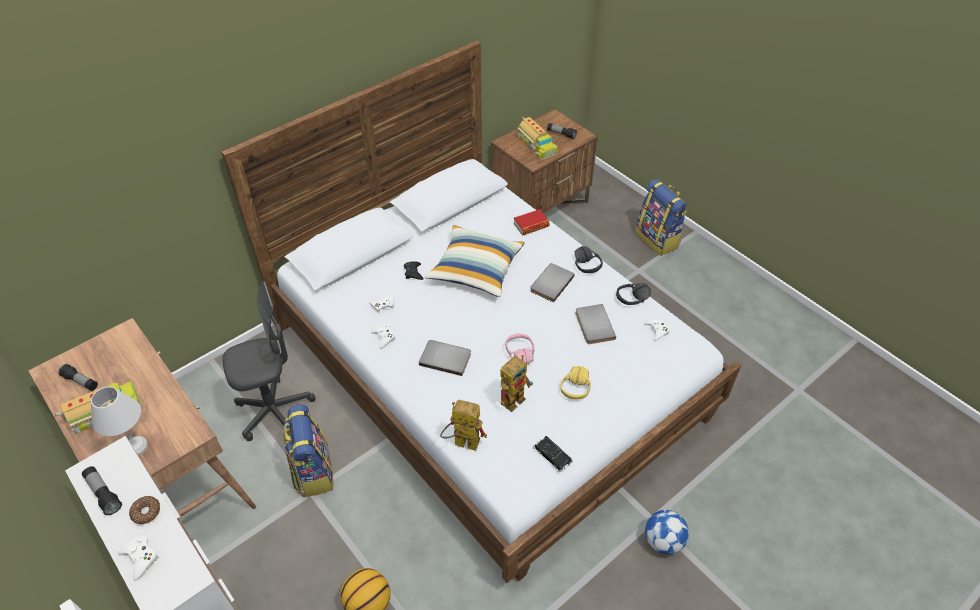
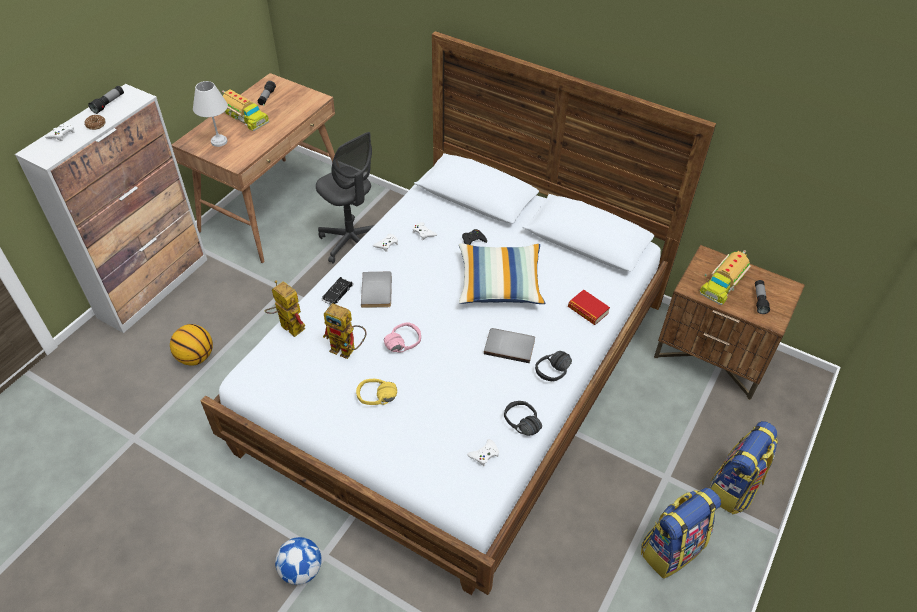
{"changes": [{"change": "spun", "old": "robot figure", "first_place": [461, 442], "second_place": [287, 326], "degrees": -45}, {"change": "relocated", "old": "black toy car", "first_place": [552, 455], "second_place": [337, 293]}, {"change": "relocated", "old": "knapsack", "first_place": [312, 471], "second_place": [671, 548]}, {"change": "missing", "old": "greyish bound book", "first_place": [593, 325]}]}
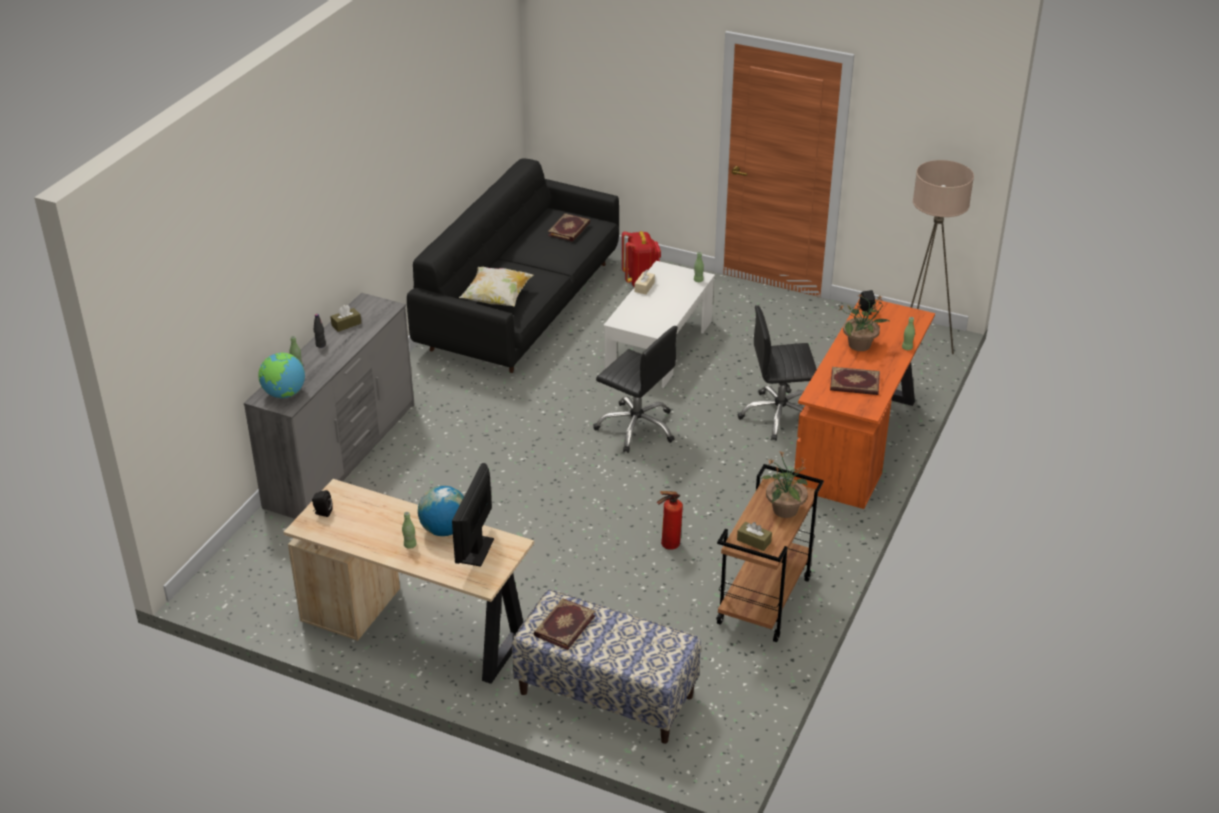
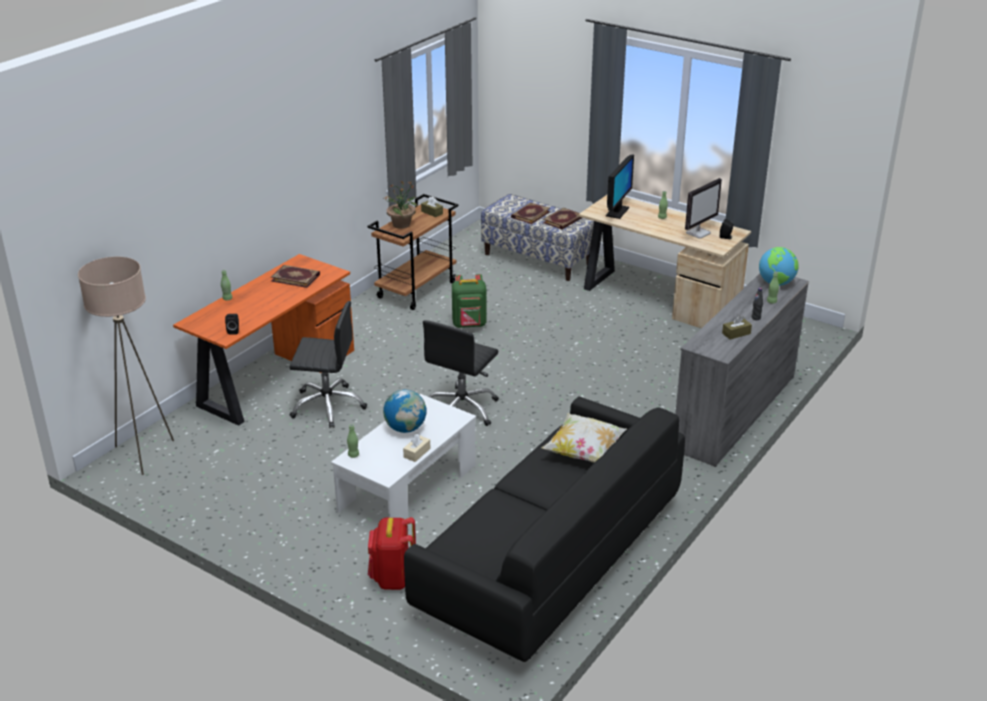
{"changes": [{"change": "relocated", "old": "globe", "first_place": [444, 529], "second_place": [405, 428]}, {"change": "spun", "old": "black office chair", "first_place": [637, 427], "second_place": [462, 409], "degrees": -105}, {"change": "exchanged", "old": "fire extinguisher", "new": "green-coloured knapsack", "first_place": [667, 545], "second_place": [469, 325]}, {"change": "relocated", "old": "bound book", "first_place": [569, 229], "second_place": [530, 214]}, {"change": "appeared", "new": "computer display", "second_place": [698, 233]}, {"change": "missing", "old": "potted plant", "first_place": [860, 345]}]}
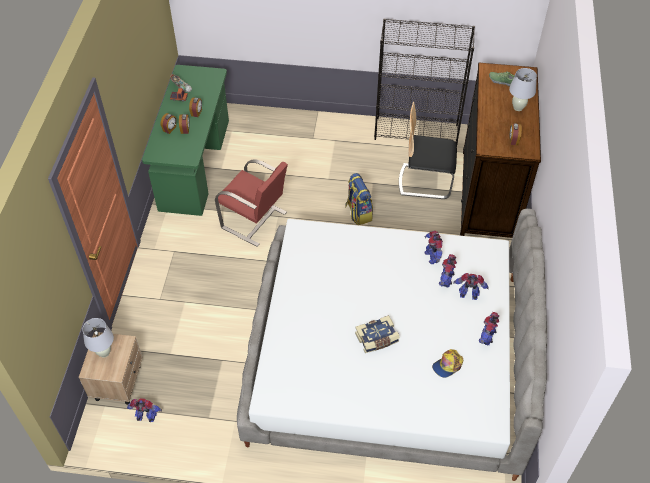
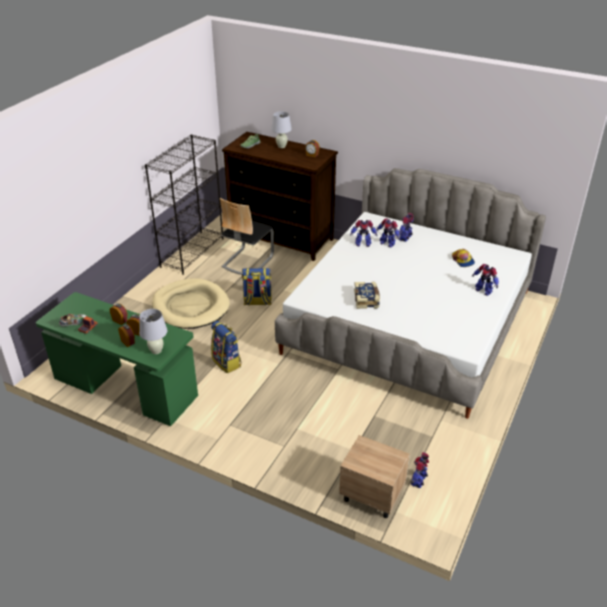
{"changes": [{"change": "relocated", "old": "white tabletop lamp", "first_place": [104, 353], "second_place": [156, 351]}, {"change": "appeared", "new": "beige-coloured dog bed", "second_place": [191, 307]}, {"change": "exchanged", "old": "reddish plain chair", "new": "knapsack", "first_place": [255, 221], "second_place": [227, 362]}, {"change": "relocated", "old": "bound book", "first_place": [377, 339], "second_place": [367, 300]}, {"change": "relocated", "old": "robot figure", "first_place": [487, 337], "second_place": [483, 290]}]}
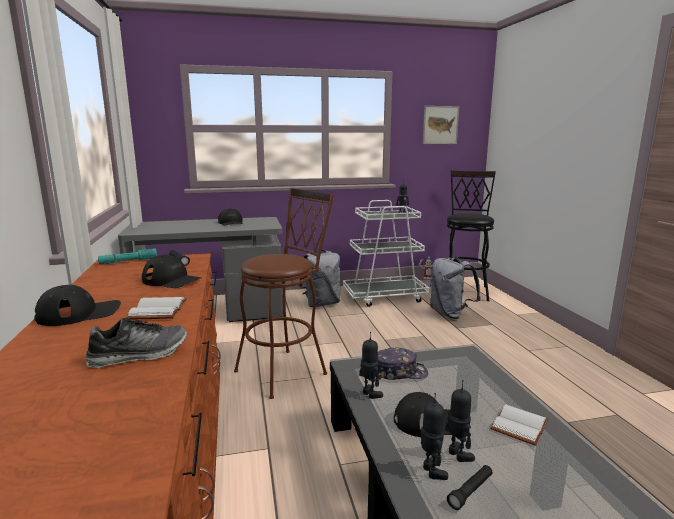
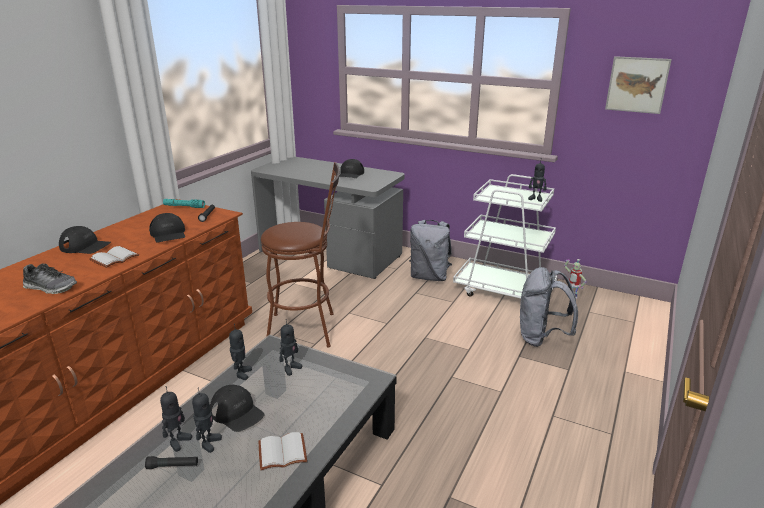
{"changes": [{"change": "exchanged", "old": "baseball cap", "new": "robot figure", "first_place": [400, 372], "second_place": [290, 368]}, {"change": "missing", "old": "black stool", "first_place": [464, 290]}]}
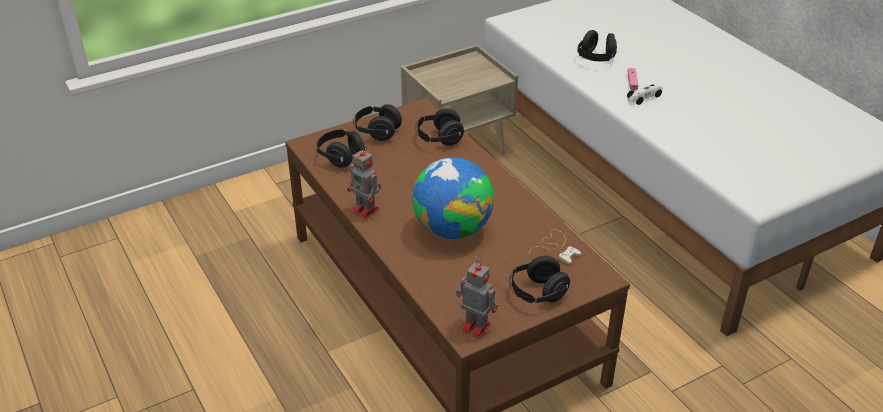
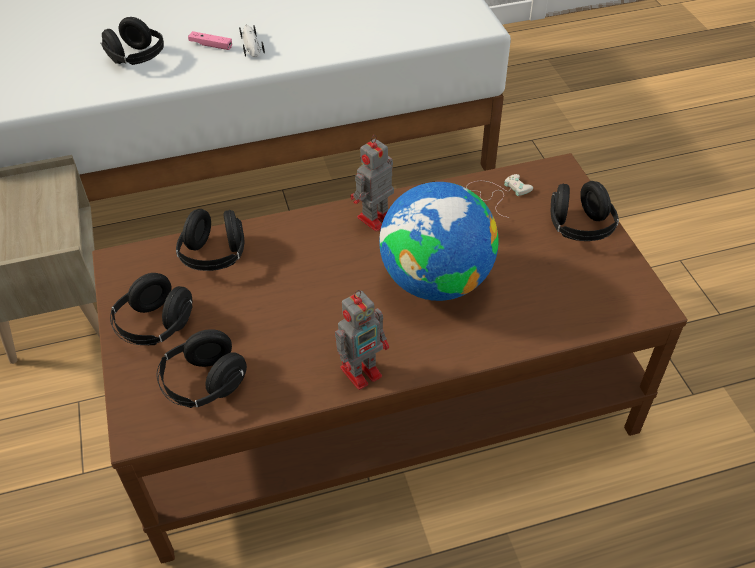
{"changes": [{"change": "relocated", "old": "robot figure", "first_place": [475, 326], "second_place": [374, 219]}]}
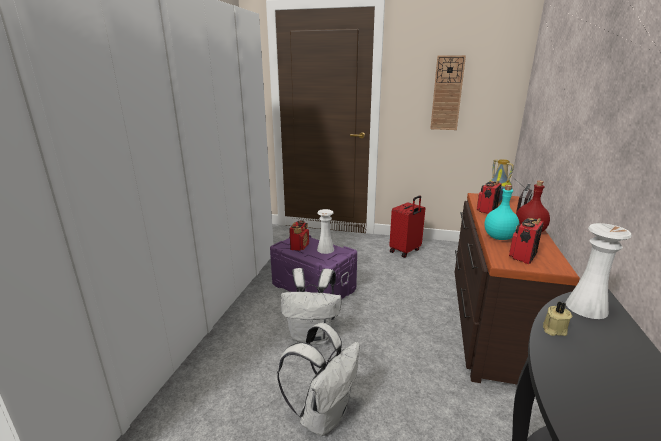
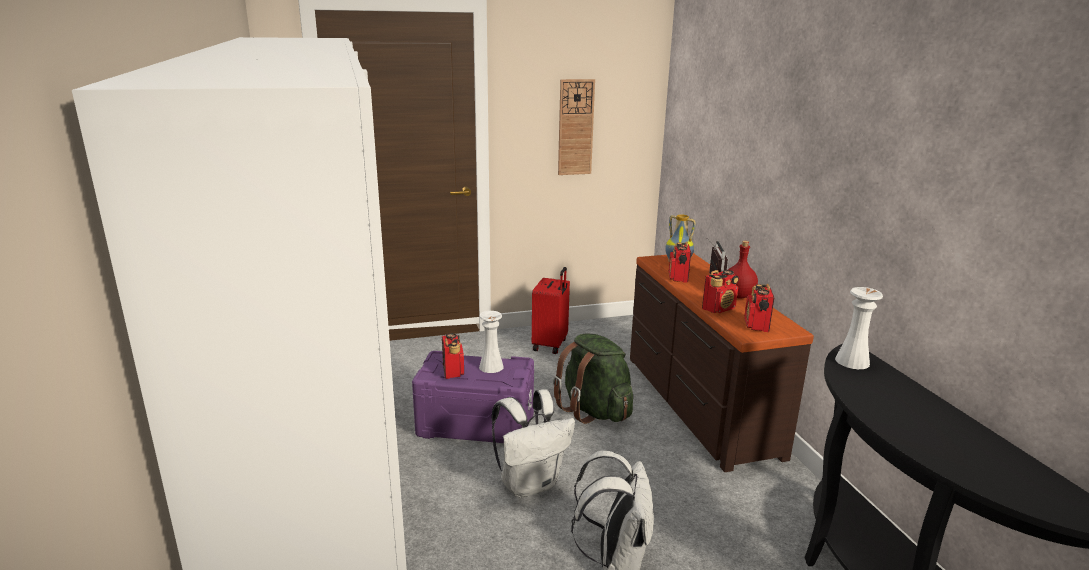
{"changes": [{"change": "appeared", "new": "green-coloured knapsack", "second_place": [594, 410]}, {"change": "exchanged", "old": "blue-green drink bottle", "new": "radio receiver", "first_place": [499, 237], "second_place": [719, 308]}, {"change": "missing", "old": "beige-coloured candle", "first_place": [553, 329]}]}
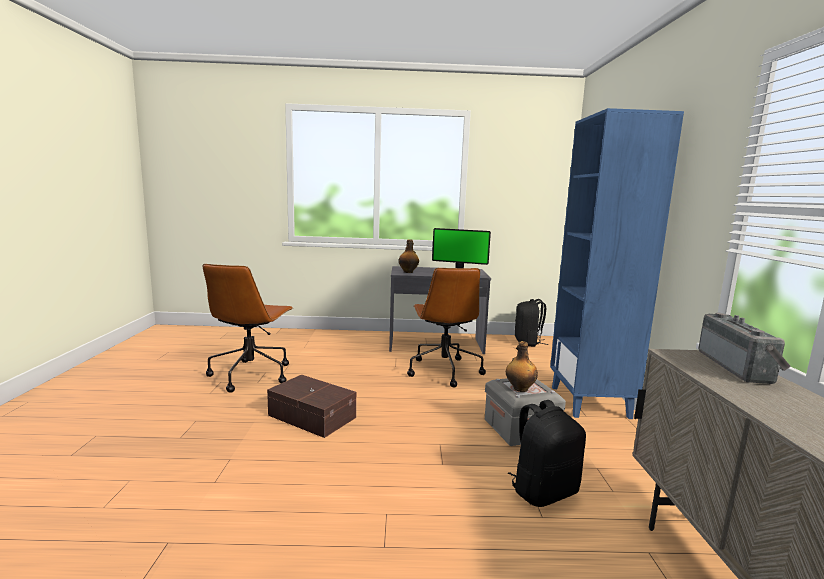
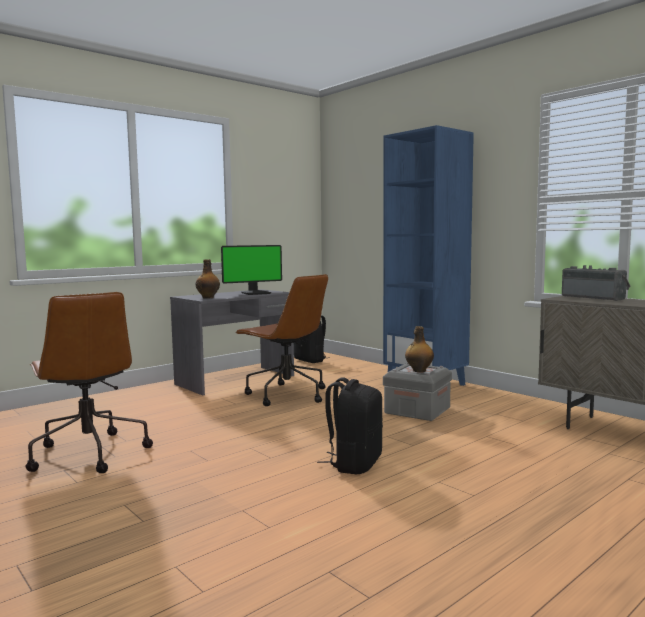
{"changes": [{"change": "relocated", "old": "black knapsack", "first_place": [543, 491], "second_place": [354, 464]}, {"change": "missing", "old": "brown storage box", "first_place": [312, 416]}]}
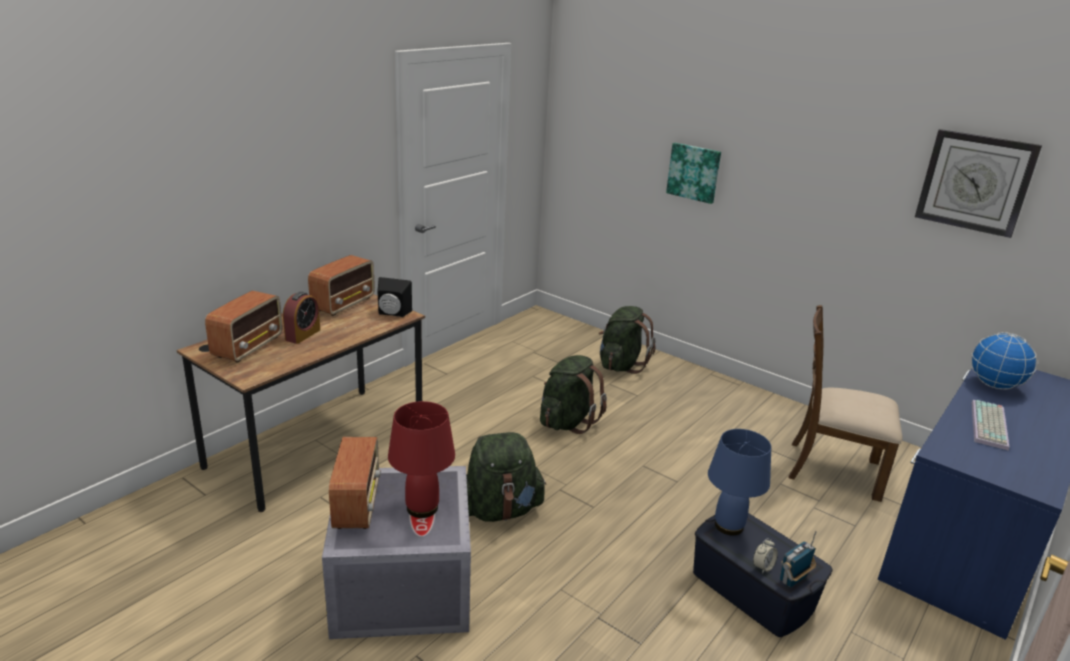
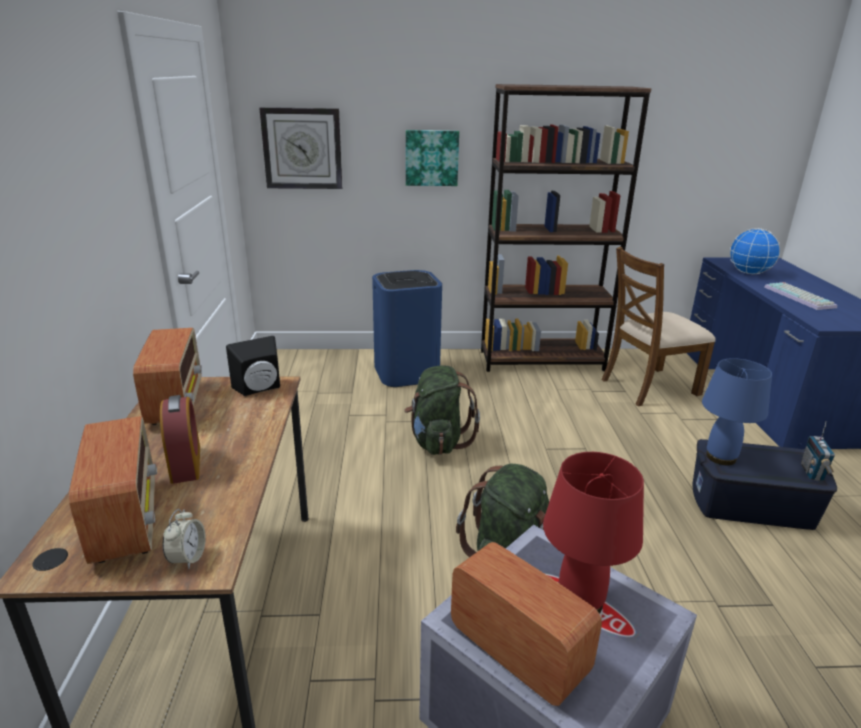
{"changes": [{"change": "relocated", "old": "alarm clock", "first_place": [762, 567], "second_place": [187, 558]}, {"change": "relocated", "old": "hanging clock", "first_place": [975, 182], "second_place": [302, 148]}, {"change": "exchanged", "old": "green-coloured knapsack", "new": "bluish trash can", "first_place": [621, 365], "second_place": [407, 372]}, {"change": "appeared", "new": "brown bookshelf", "second_place": [542, 360]}]}
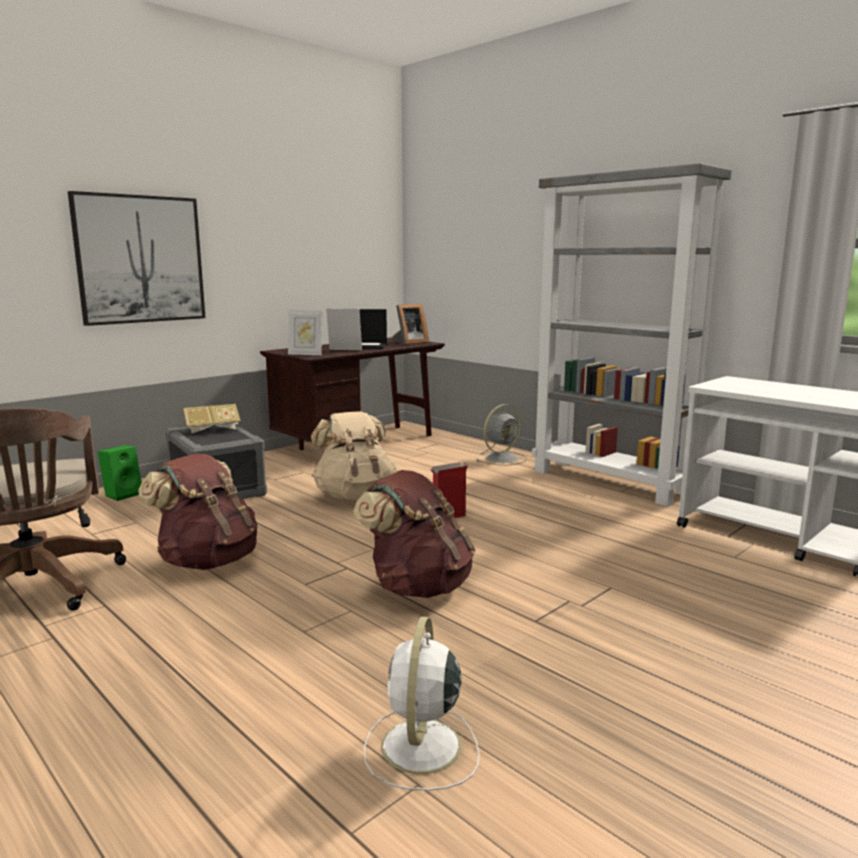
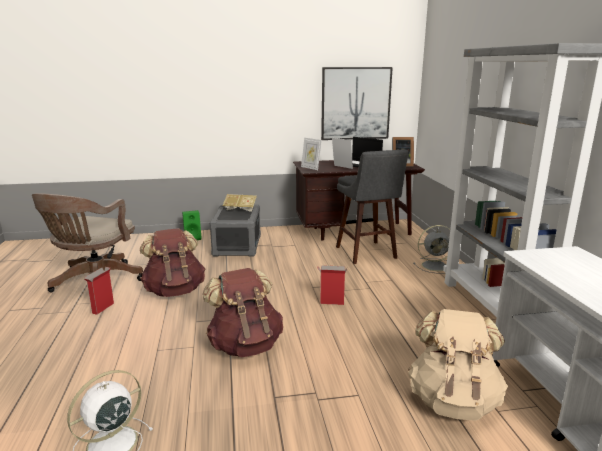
{"changes": [{"change": "appeared", "new": "cardboard box", "second_place": [102, 308]}, {"change": "relocated", "old": "wall picture", "first_place": [140, 259], "second_place": [355, 103]}, {"change": "appeared", "new": "greyish stool", "second_place": [367, 253]}, {"change": "relocated", "old": "beige-coloured knapsack", "first_place": [355, 496], "second_place": [453, 401]}]}
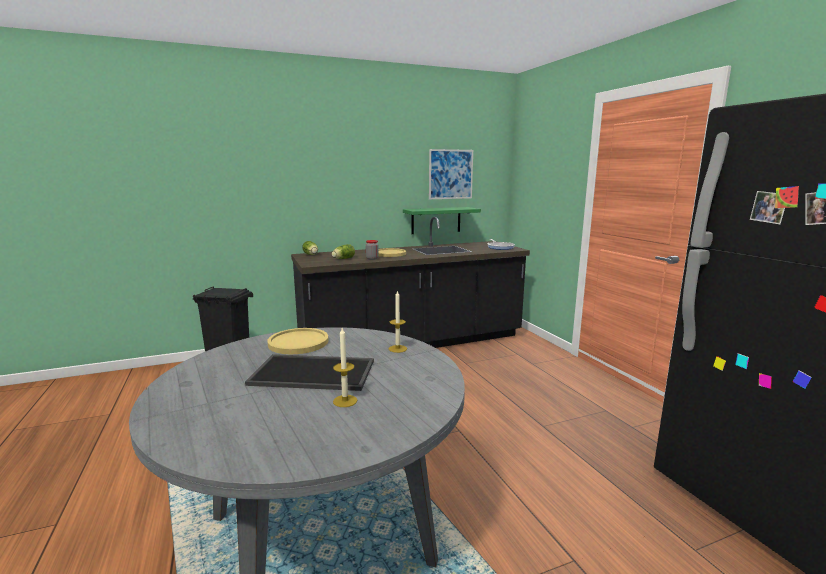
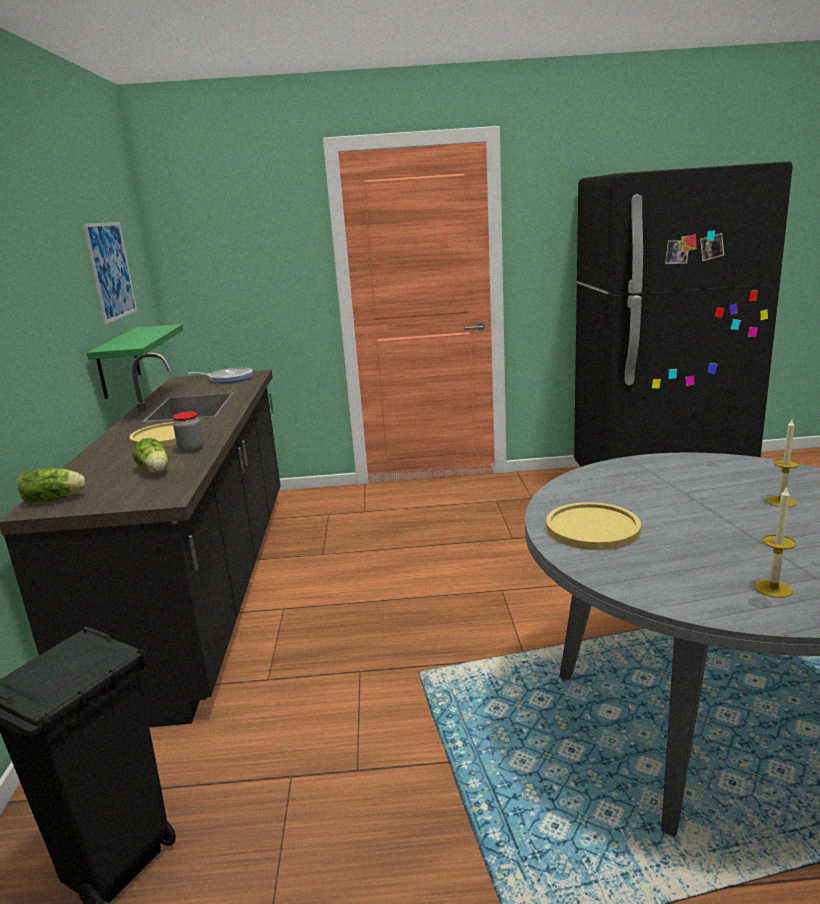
{"changes": [{"change": "relocated", "old": "candle", "first_place": [397, 349], "second_place": [773, 588]}, {"change": "missing", "old": "serving tray", "first_place": [315, 372]}]}
